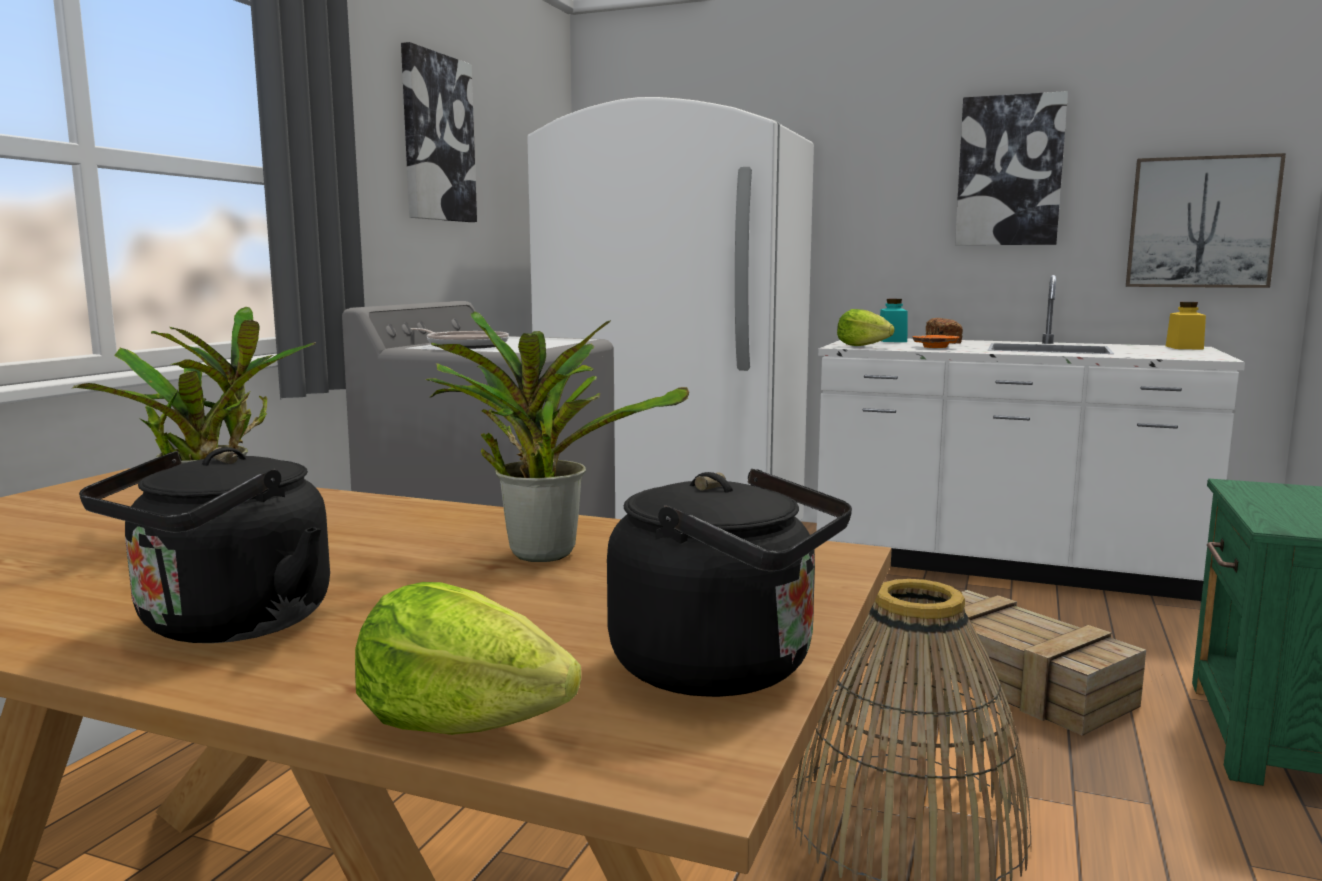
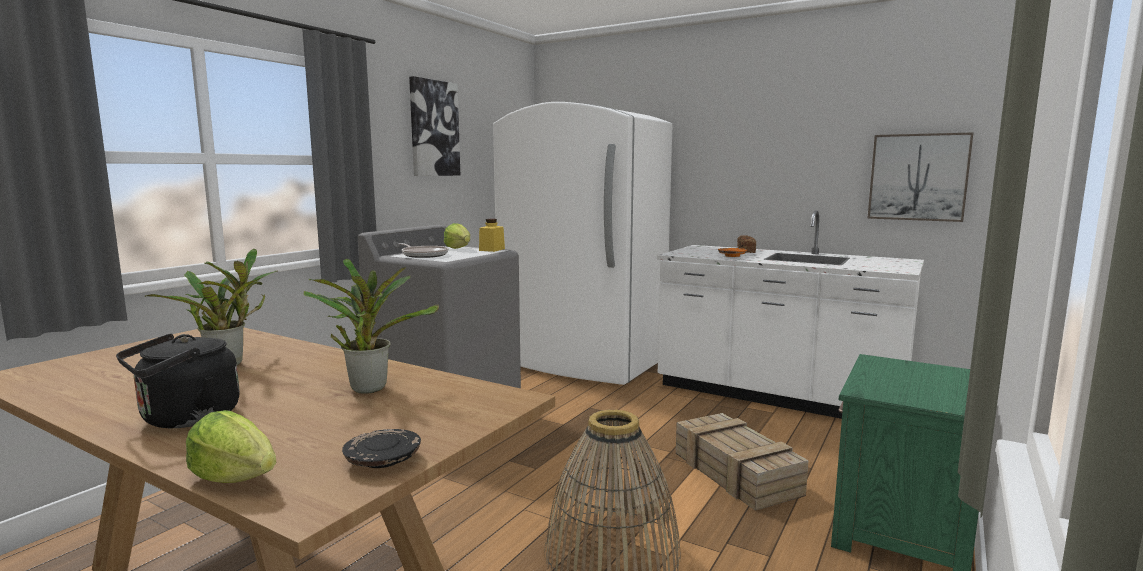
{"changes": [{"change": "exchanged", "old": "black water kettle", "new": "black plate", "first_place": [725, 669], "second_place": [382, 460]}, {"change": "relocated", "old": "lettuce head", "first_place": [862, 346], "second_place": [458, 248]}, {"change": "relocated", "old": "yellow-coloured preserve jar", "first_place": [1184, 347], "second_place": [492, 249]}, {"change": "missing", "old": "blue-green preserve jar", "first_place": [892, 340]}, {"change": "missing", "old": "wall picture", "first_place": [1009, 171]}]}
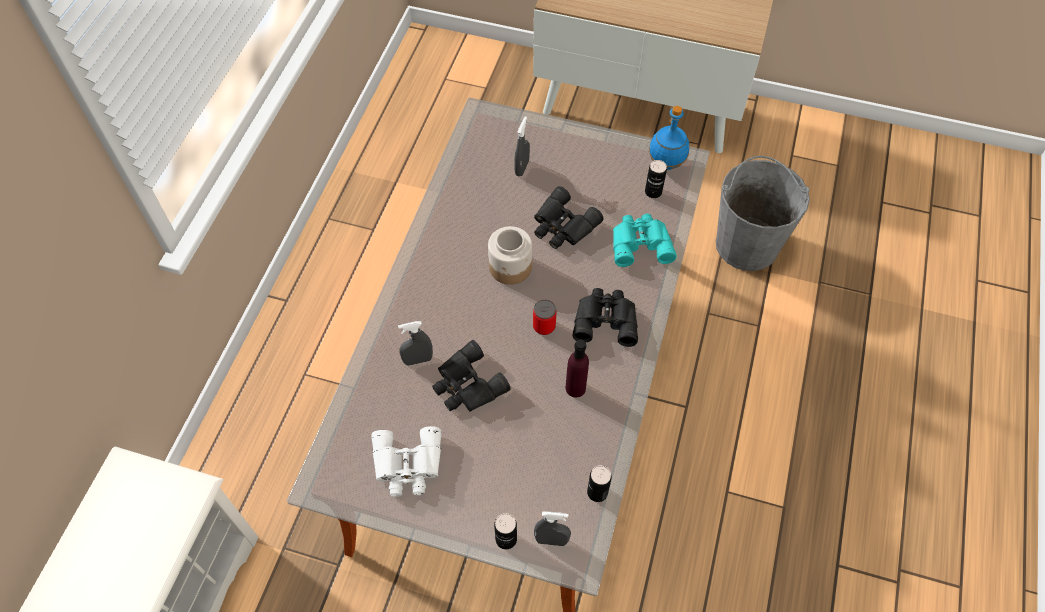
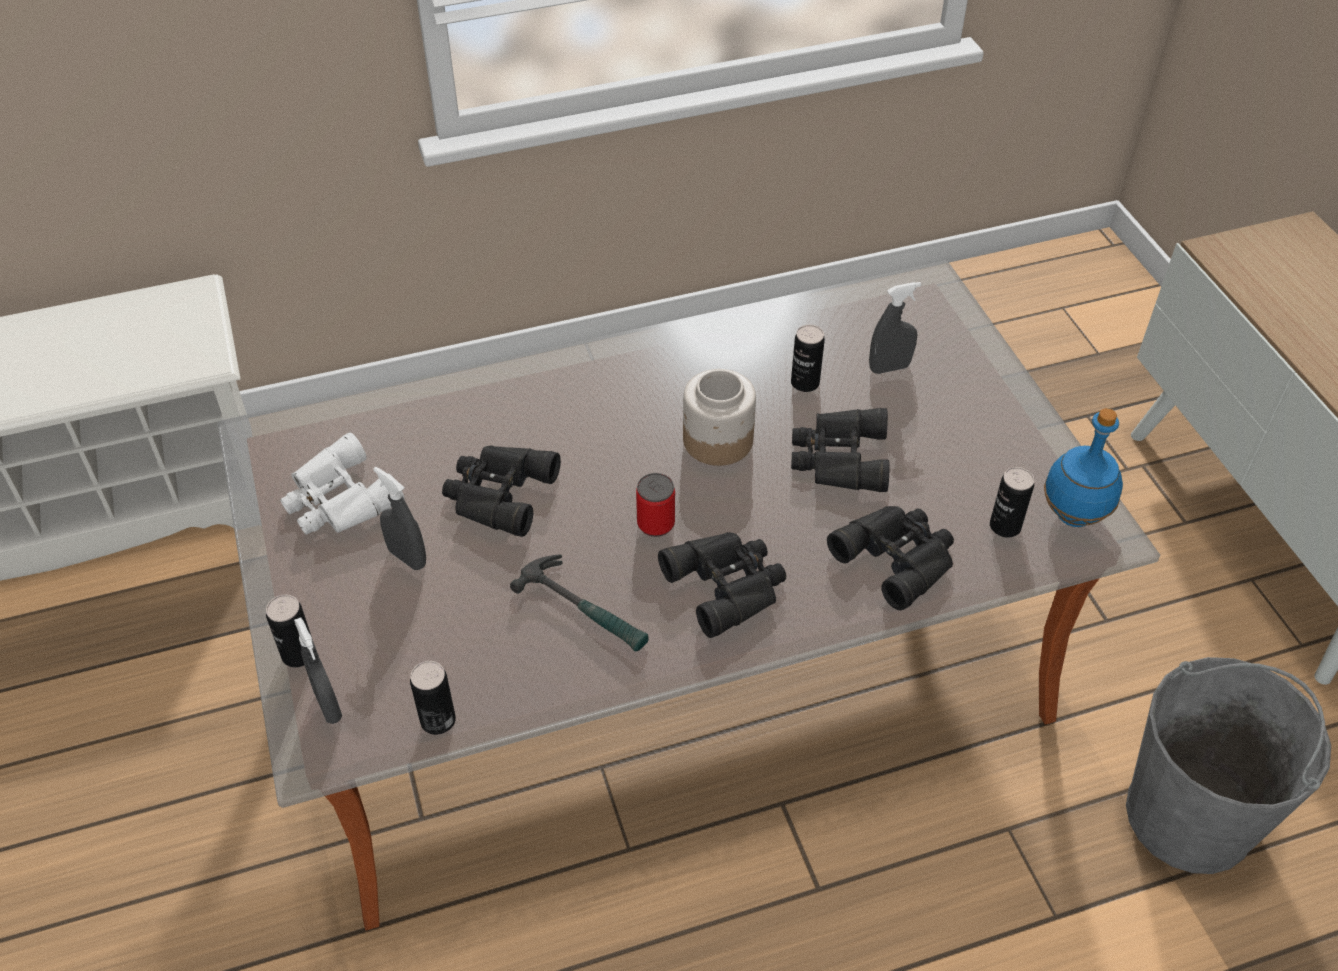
{"changes": [{"change": "relocated", "old": "greyish spray bottle", "first_place": [418, 360], "second_place": [407, 558]}, {"change": "exchanged", "old": "purple-coloured drink bottle", "new": "hammer", "first_place": [575, 388], "second_place": [585, 609]}, {"change": "appeared", "new": "can", "second_place": [805, 383]}, {"change": "colour", "old": "blue-green pair of binoculars", "new": "black pair of binoculars", "first_place": [640, 242], "second_place": [898, 557]}]}
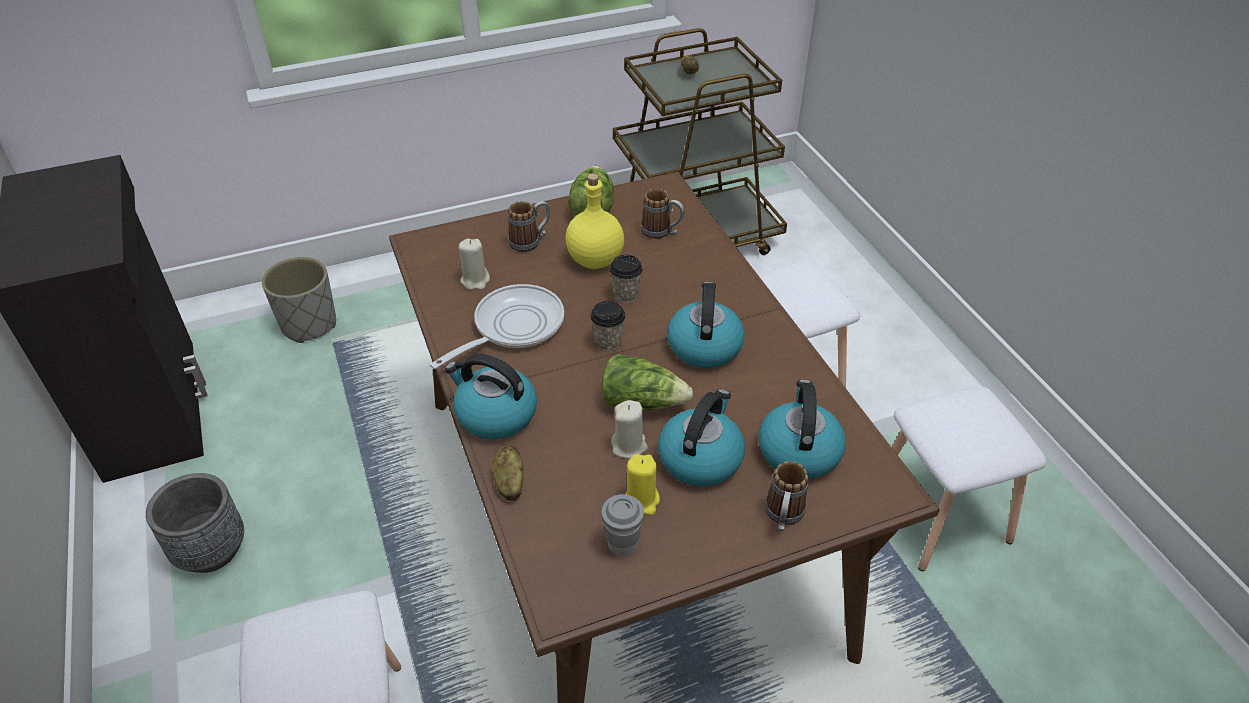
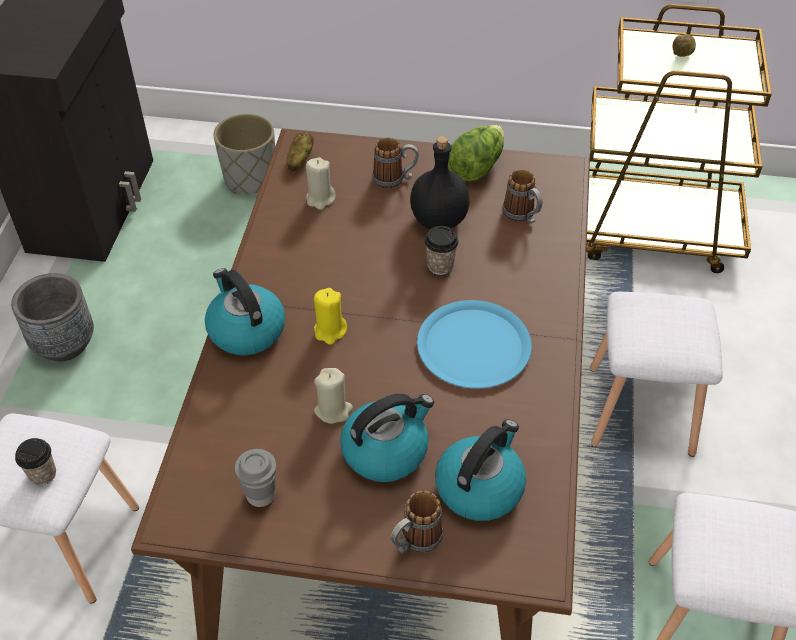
{"changes": [{"change": "relocated", "old": "small cup", "first_place": [608, 342], "second_place": [43, 474]}, {"change": "relocated", "old": "whole potato", "first_place": [509, 482], "second_place": [299, 160]}, {"change": "relocated", "old": "yellow-coloured candle", "first_place": [641, 500], "second_place": [330, 331]}, {"change": "colour", "old": "yellow-coloured drink bottle", "new": "black drink bottle", "first_place": [595, 259], "second_place": [439, 219]}, {"change": "exchanged", "old": "water kettle", "new": "bluish plate", "first_place": [704, 345], "second_place": [473, 345]}, {"change": "missing", "old": "skillet", "first_place": [512, 327]}, {"change": "missing", "old": "lettuce head", "first_place": [642, 402]}]}
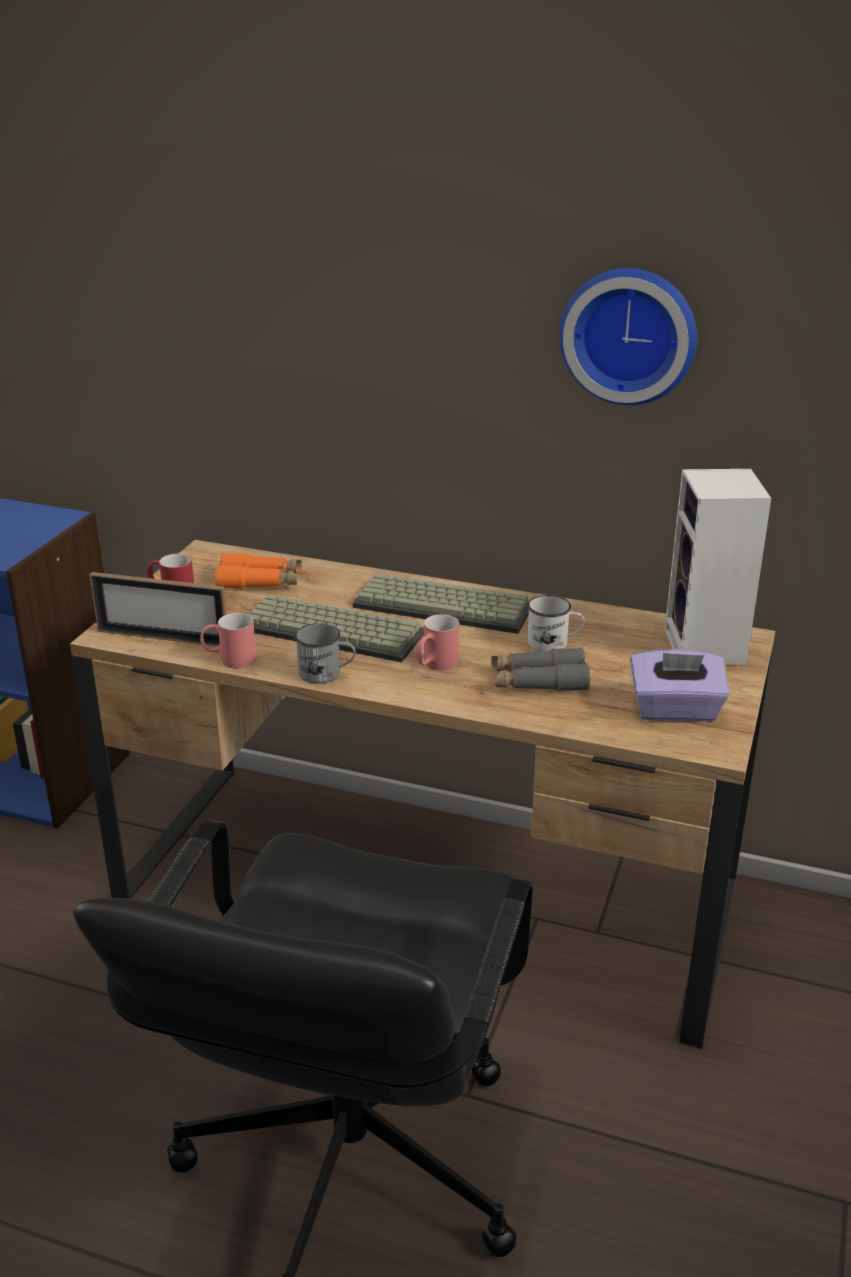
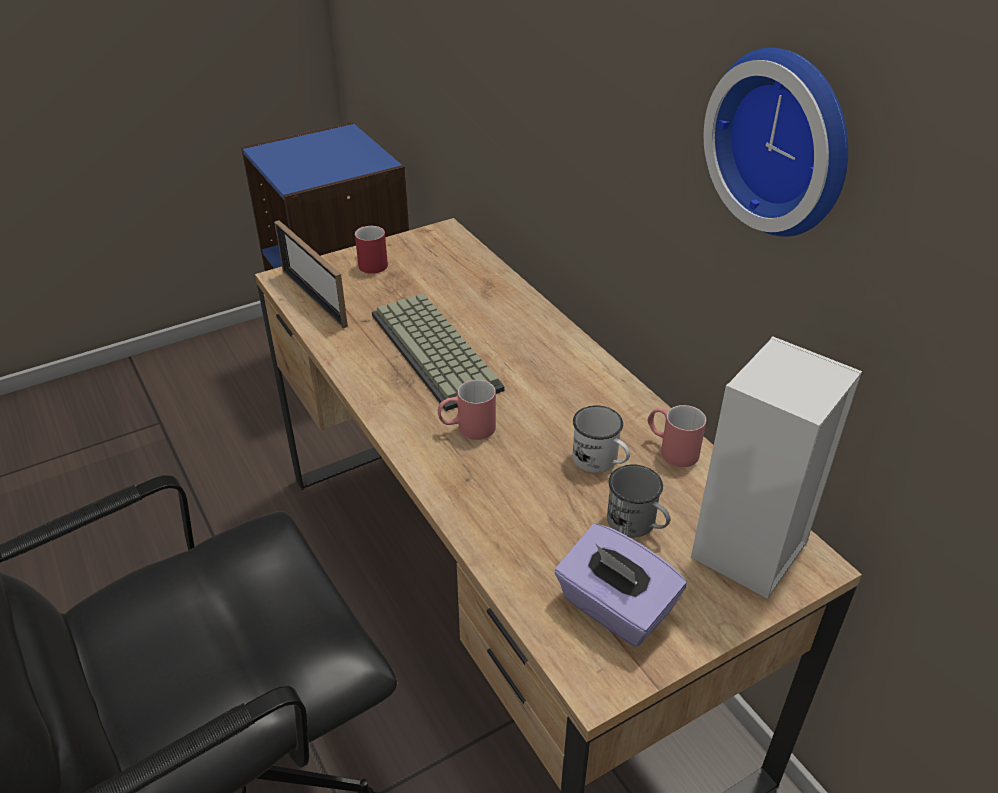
{"changes": [{"change": "relocated", "old": "greyish coffee mug", "first_place": [326, 674], "second_place": [637, 524]}, {"change": "relocated", "old": "reddish coffee mug", "first_place": [229, 660], "second_place": [671, 449]}, {"change": "missing", "old": "orange-coloured pair of binoculars", "first_place": [260, 582]}, {"change": "missing", "old": "computer keyboard", "first_place": [445, 605]}, {"change": "missing", "old": "greyish pair of binoculars", "first_place": [538, 681]}]}
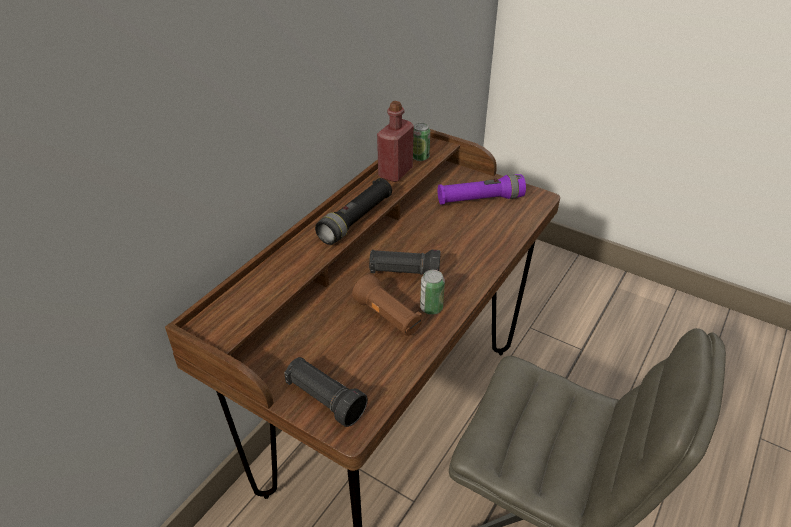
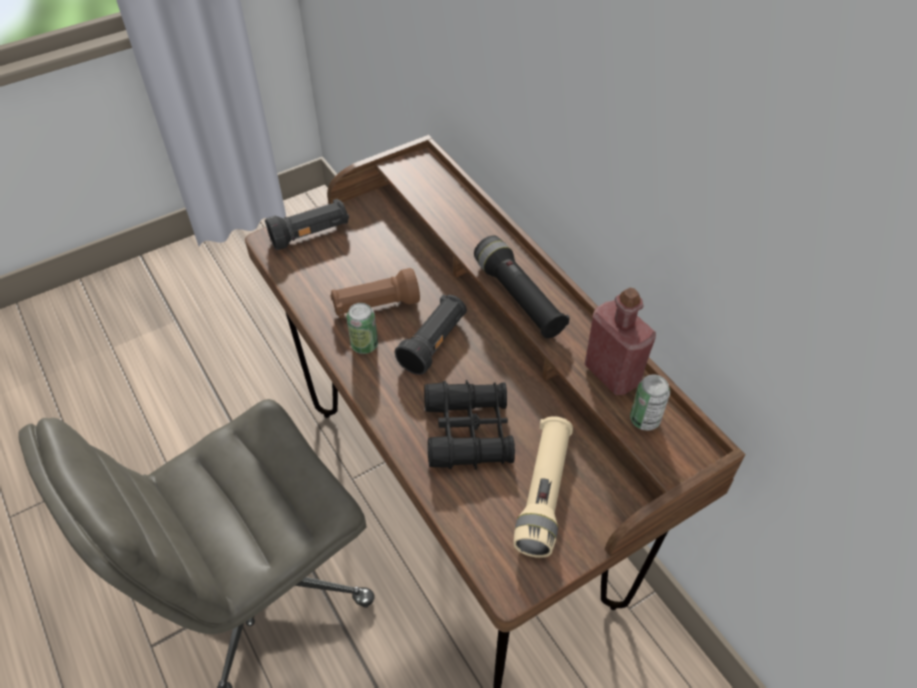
{"changes": [{"change": "appeared", "new": "black pair of binoculars", "second_place": [468, 431]}, {"change": "colour", "old": "purple-coloured torch", "new": "beige-coloured torch", "first_place": [480, 199], "second_place": [544, 493]}]}
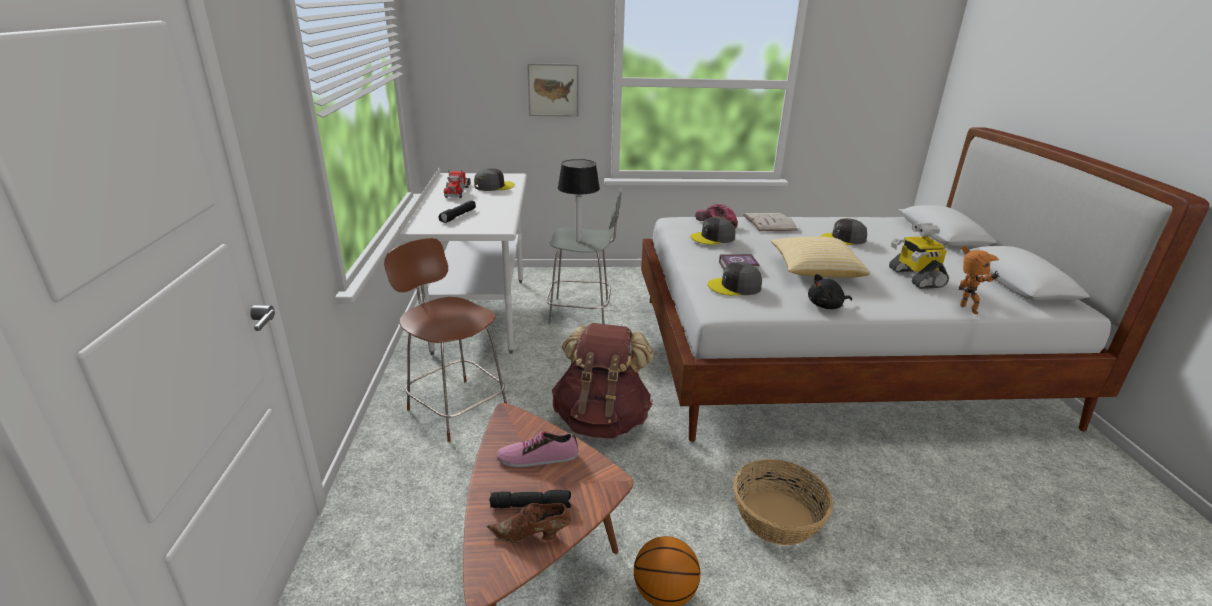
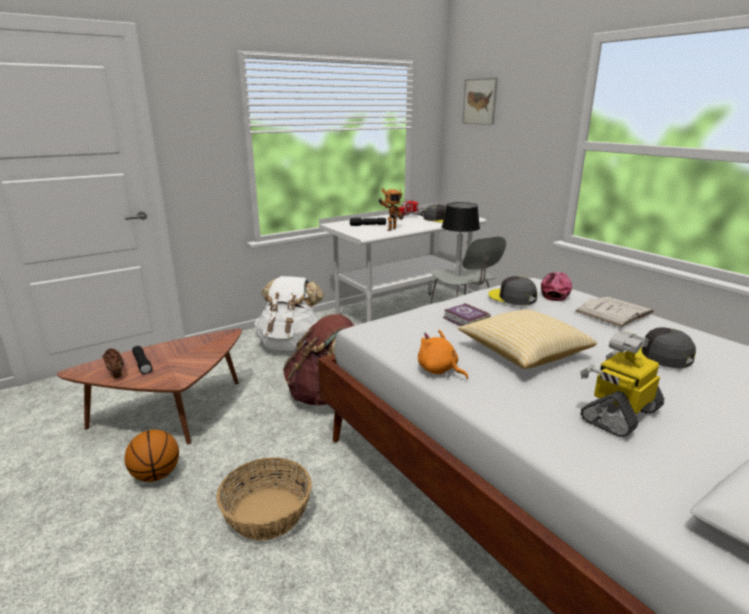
{"changes": [{"change": "exchanged", "old": "brown stool", "new": "white knapsack", "first_place": [455, 407], "second_place": [290, 344]}, {"change": "relocated", "old": "robot figure", "first_place": [966, 310], "second_place": [390, 229]}, {"change": "colour", "old": "black plush toy", "new": "orange-coloured plush toy", "first_place": [826, 306], "second_place": [439, 370]}, {"change": "relocated", "old": "wall picture", "first_place": [553, 90], "second_place": [479, 101]}, {"change": "missing", "old": "shoe", "first_place": [537, 457]}, {"change": "missing", "old": "greyish baseball cap", "first_place": [735, 287]}]}
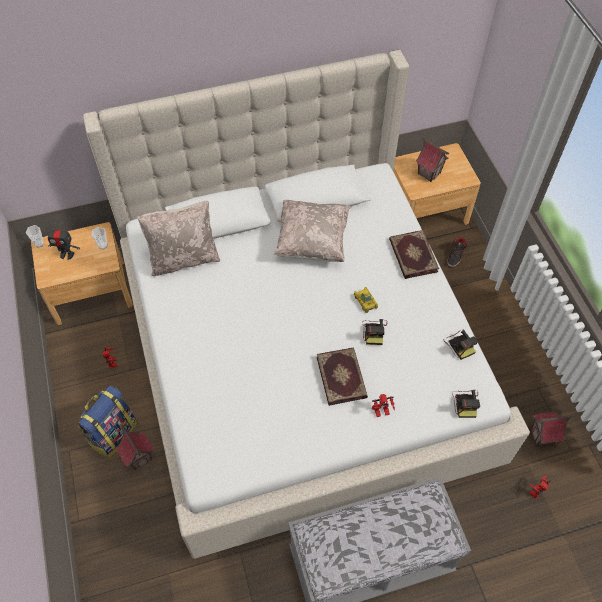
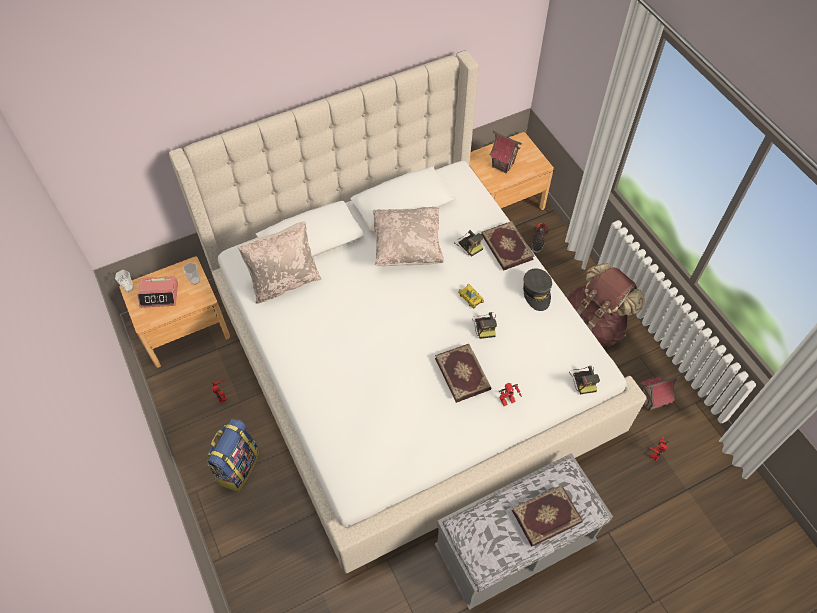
{"changes": [{"change": "exchanged", "old": "robot figure", "new": "alarm clock", "first_place": [67, 254], "second_place": [160, 295]}, {"change": "relocated", "old": "photo camera", "first_place": [459, 344], "second_place": [468, 244]}, {"change": "appeared", "new": "bound book", "second_place": [547, 517]}, {"change": "appeared", "new": "greyish baseball cap", "second_place": [536, 293]}, {"change": "appeared", "new": "brown knapsack", "second_place": [593, 324]}, {"change": "missing", "old": "miniature house", "first_place": [139, 457]}]}
